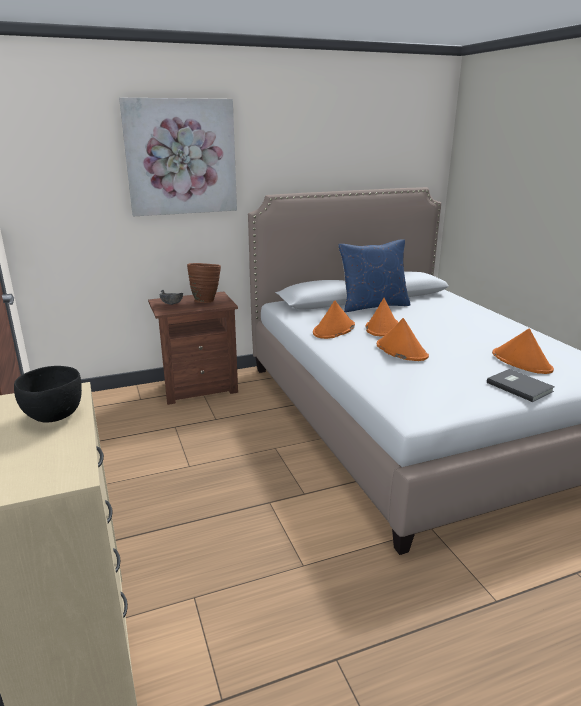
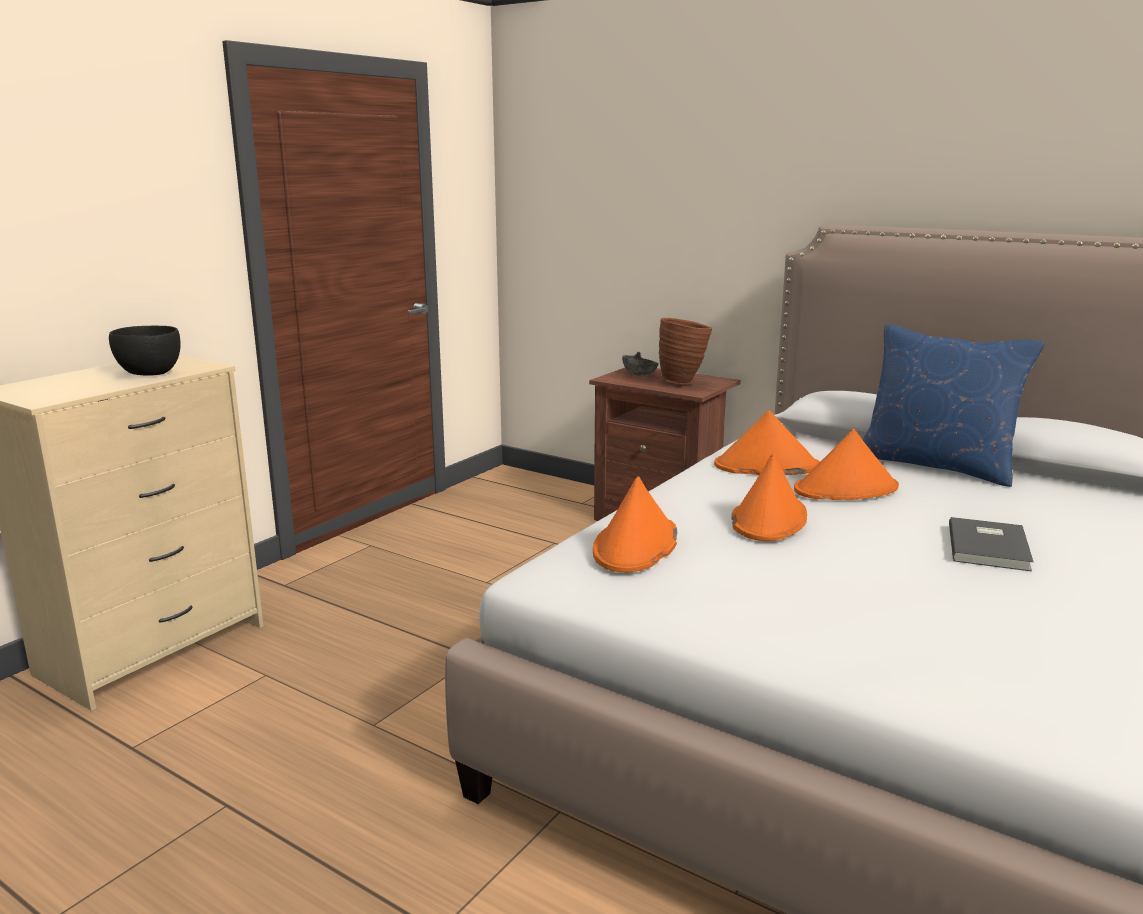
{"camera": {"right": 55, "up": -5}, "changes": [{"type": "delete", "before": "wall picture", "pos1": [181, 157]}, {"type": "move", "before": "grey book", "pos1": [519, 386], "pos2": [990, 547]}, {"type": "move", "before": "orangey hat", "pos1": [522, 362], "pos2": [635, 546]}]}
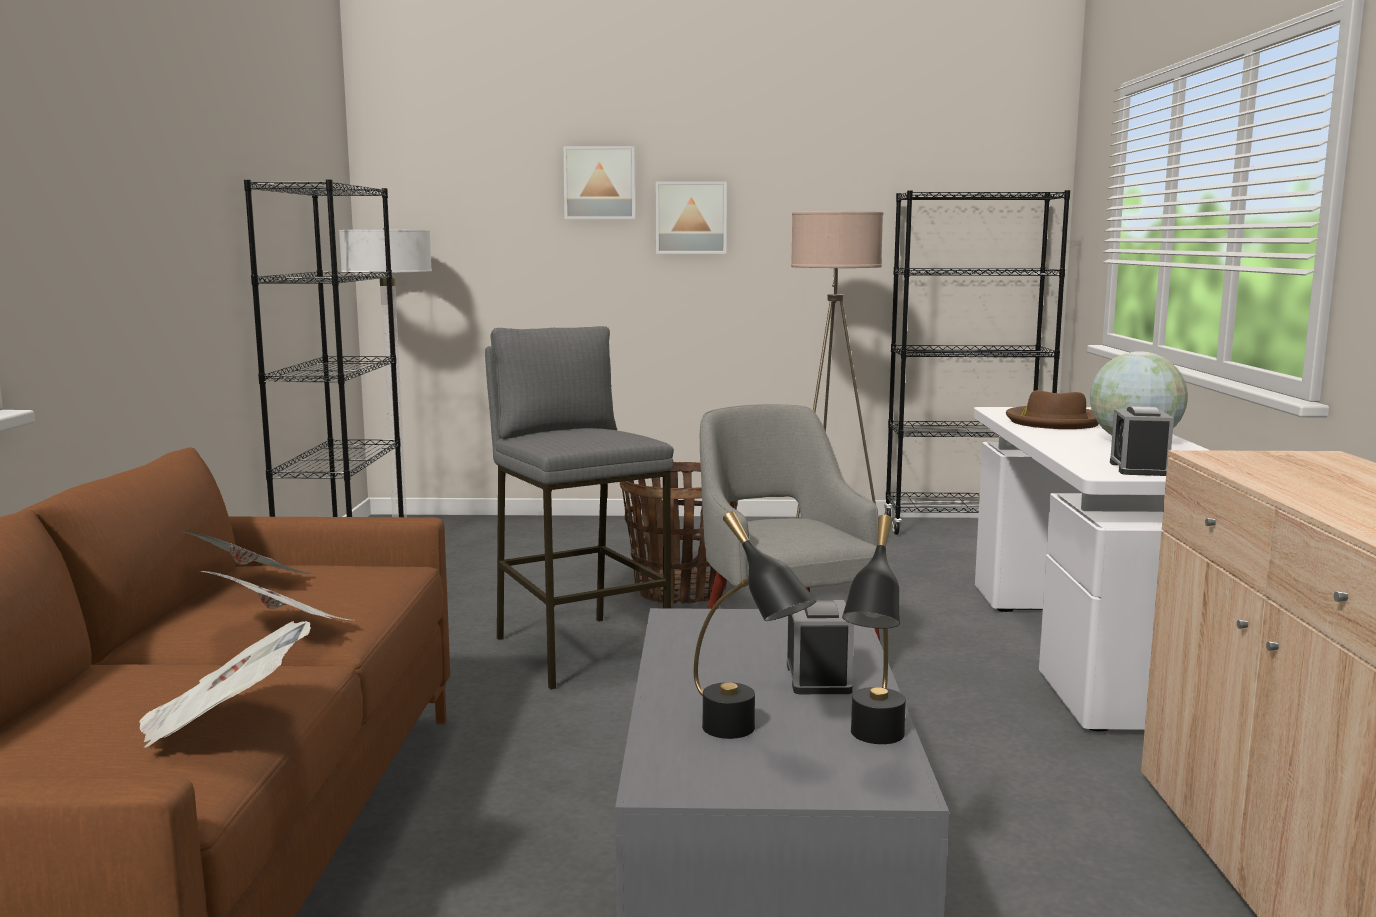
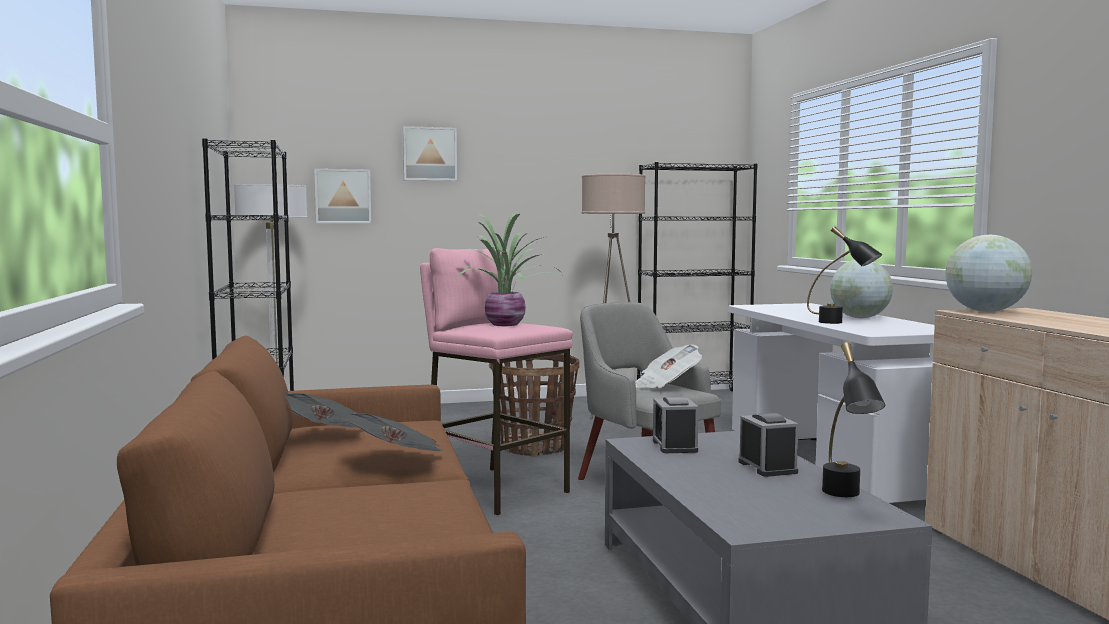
{"camera": {"right": -15, "up": -5}, "changes": [{"type": "delete", "before": "brown hat", "pos1": [1053, 422]}, {"type": "insert", "after": "plant in a pot", "pos2": [506, 324]}, {"type": "insert", "after": "world globe", "pos2": [985, 311]}, {"type": "move", "before": "printed paper", "pos1": [223, 725], "pos2": [666, 385]}, {"type": "move", "before": "wall picture", "pos1": [691, 217], "pos2": [343, 196]}, {"type": "move", "before": "blackish tabletop lamp", "pos1": [745, 736], "pos2": [841, 323]}, {"type": "move", "before": "table clock", "pos1": [1138, 468], "pos2": [674, 446]}, {"type": "recolor", "before": "grey stool seat", "after": "pink stool seat", "pos1": [580, 650], "pos2": [496, 489]}]}
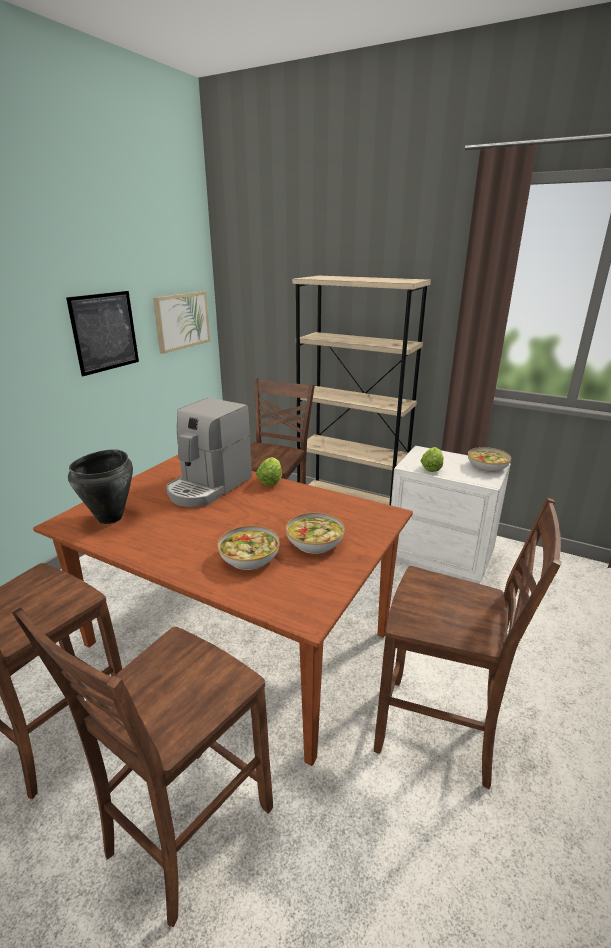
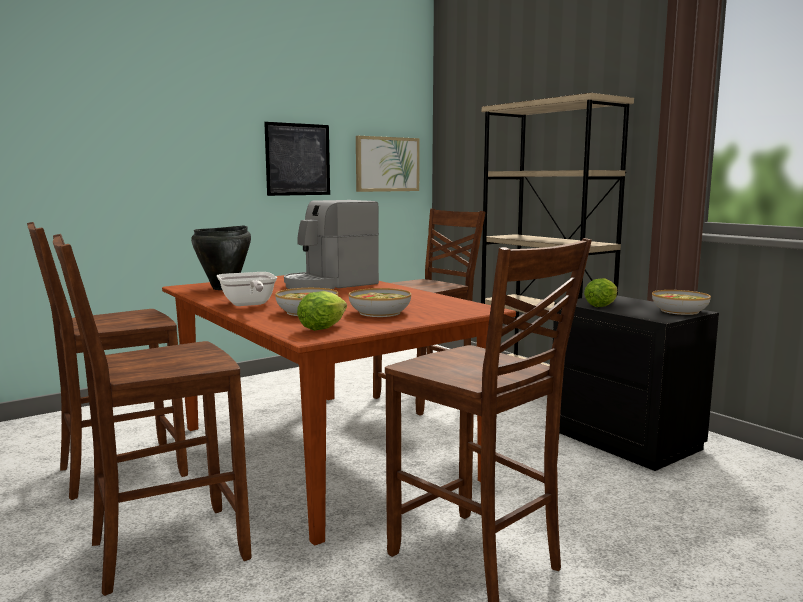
{"camera": {"right": 25, "up": -15}, "changes": [{"type": "insert", "after": "pan", "pos2": [248, 305]}, {"type": "move", "before": "lettuce", "pos1": [271, 480], "pos2": [325, 327]}, {"type": "recolor", "before": "white nightstand", "after": "blackish nightstand", "pos1": [440, 555], "pos2": [626, 440]}]}
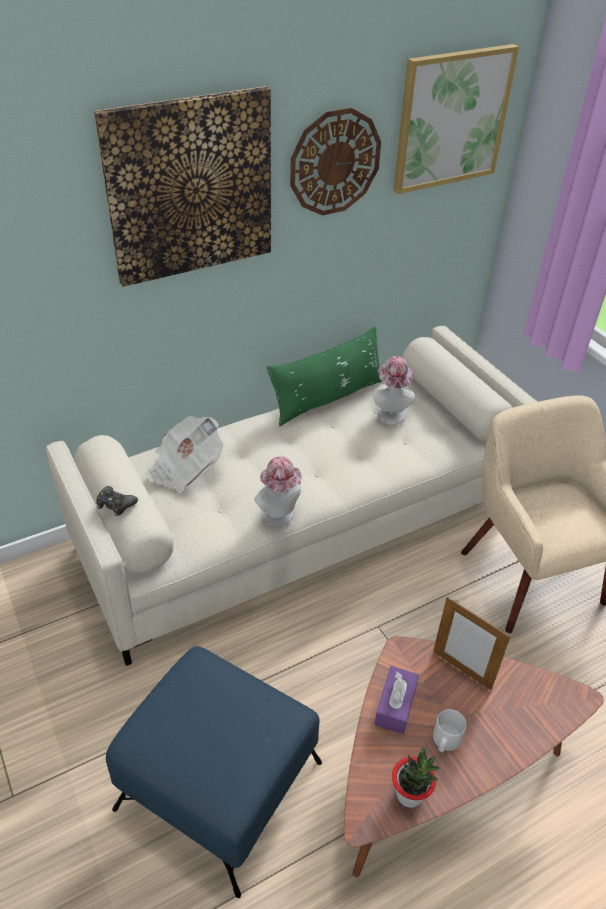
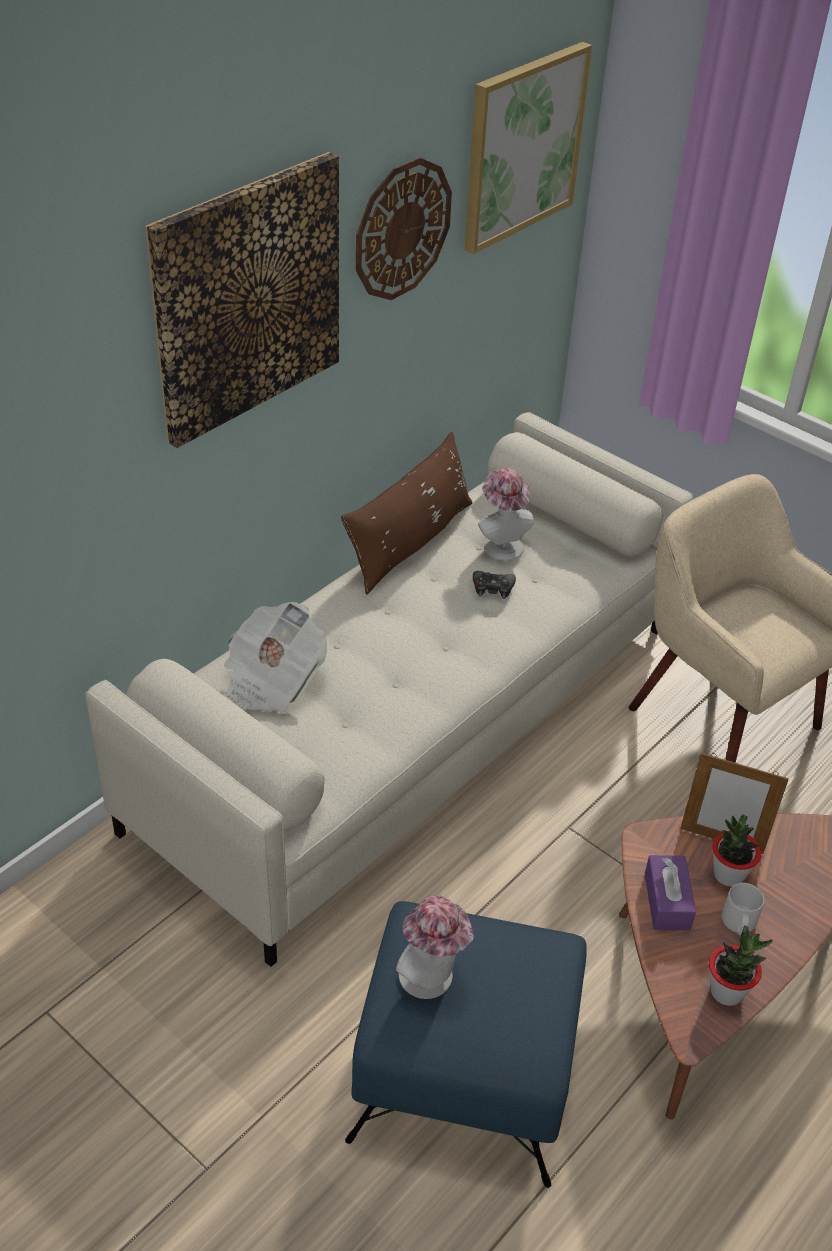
{"camera": {"right": -20, "up": 0}, "changes": [{"type": "insert", "after": "plant in a pot", "pos2": [728, 875]}, {"type": "move", "before": "blackish game controller", "pos1": [115, 504], "pos2": [493, 588]}, {"type": "move", "before": "hat", "pos1": [280, 516], "pos2": [432, 979]}, {"type": "recolor", "before": "green cushion", "after": "brown cushion", "pos1": [328, 398], "pos2": [410, 542]}]}
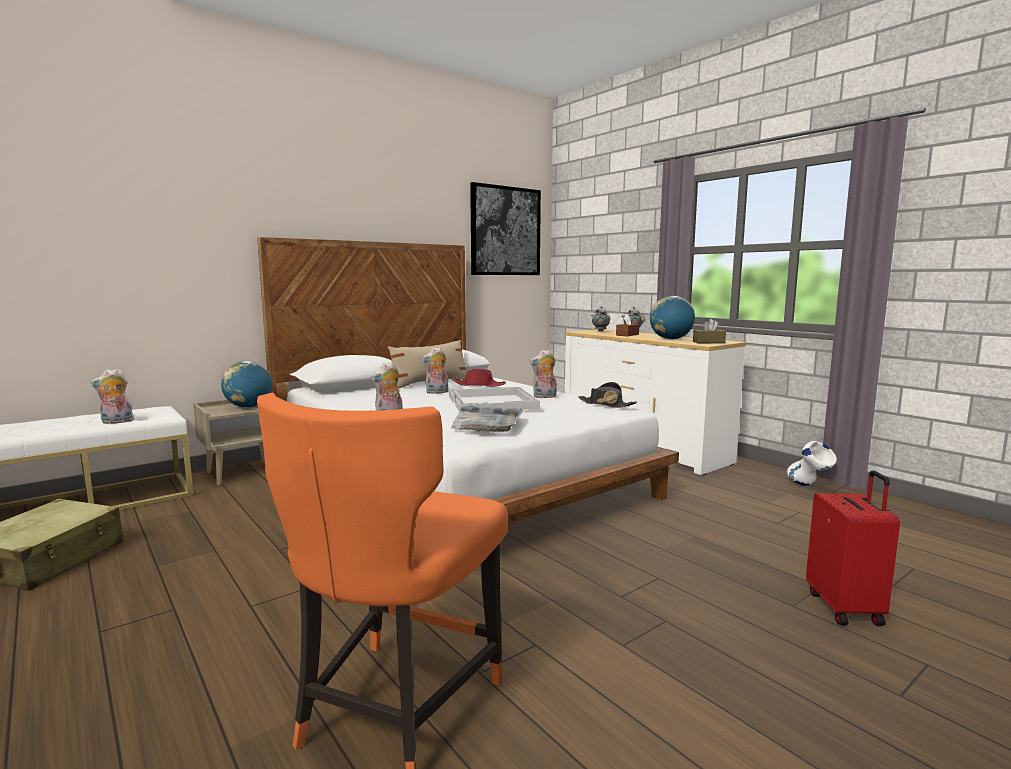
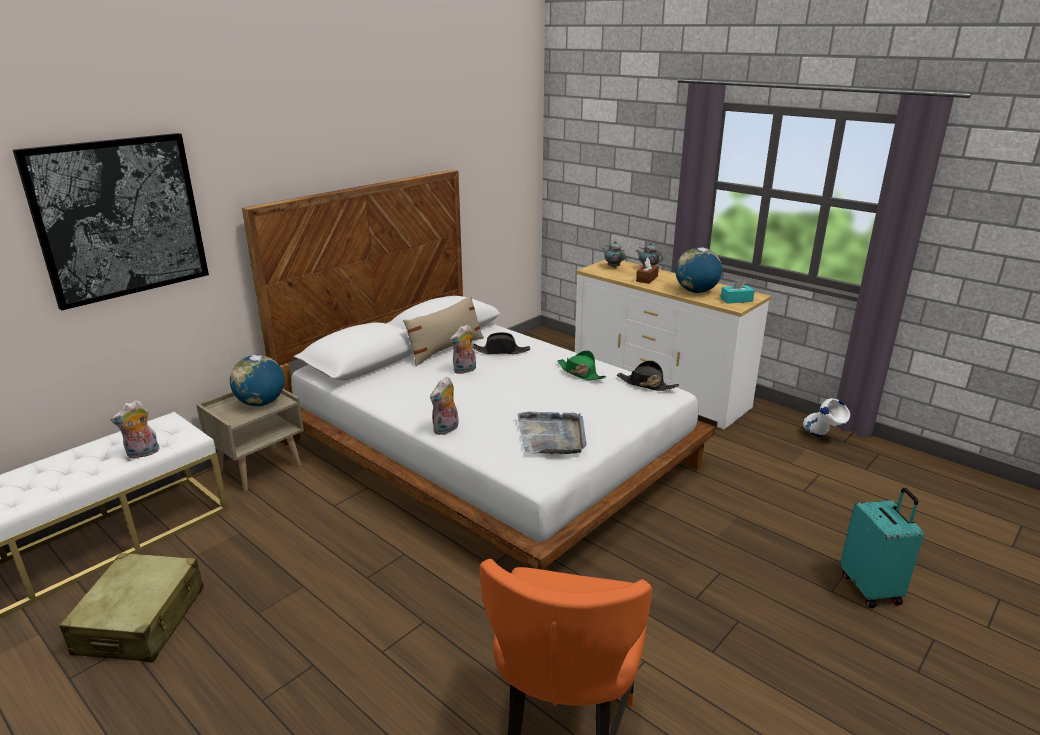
{"camera": {"right": -10, "up": 15}, "changes": [{"type": "delete", "before": "white carrying tray", "pos1": [493, 402]}, {"type": "move", "before": "wall picture", "pos1": [505, 231], "pos2": [120, 218]}, {"type": "replace", "before": "cuddly toy", "after": "green hat", "pos1": [544, 397], "pos2": [580, 373]}, {"type": "recolor", "before": "red hat", "after": "blackish hat", "pos1": [479, 385], "pos2": [501, 351]}, {"type": "recolor", "before": "brown box of tissues", "after": "turquoise-coloured box of tissues", "pos1": [708, 342], "pos2": [736, 300]}, {"type": "recolor", "before": "red travel case", "after": "turquoise-coloured travel case", "pos1": [846, 608], "pos2": [871, 588]}]}
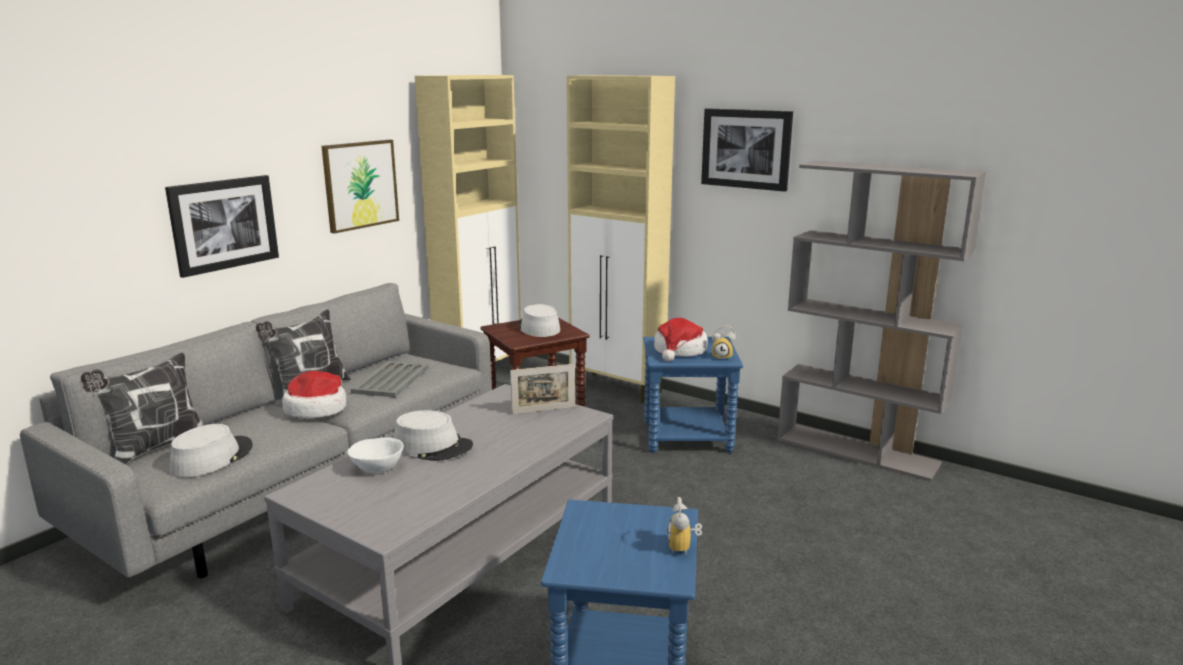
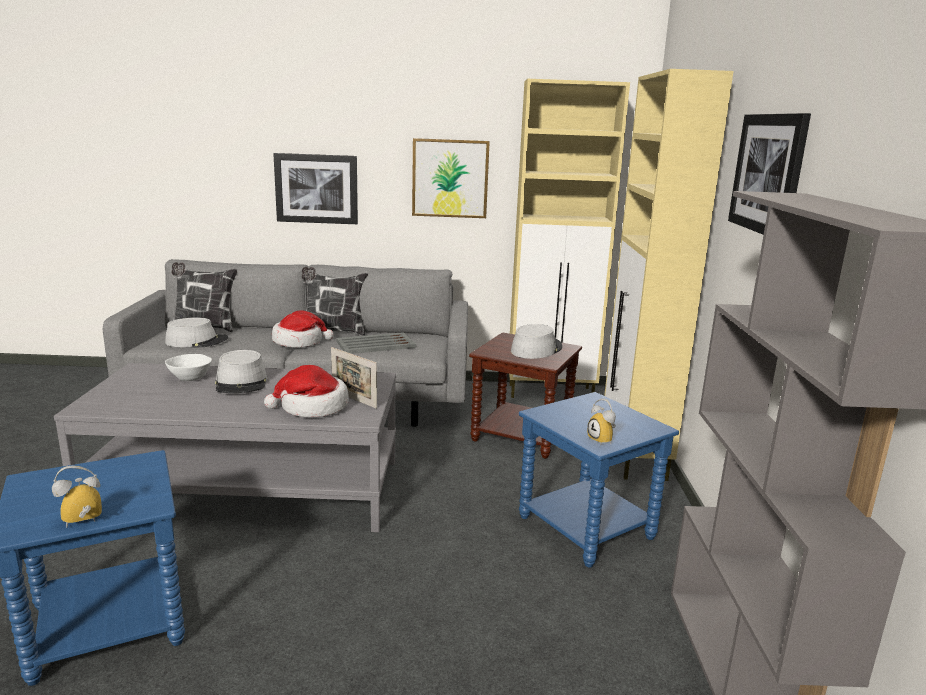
{"camera": {"right": 55, "up": 0}, "changes": [{"type": "move", "before": "hat", "pos1": [679, 351], "pos2": [312, 407]}]}
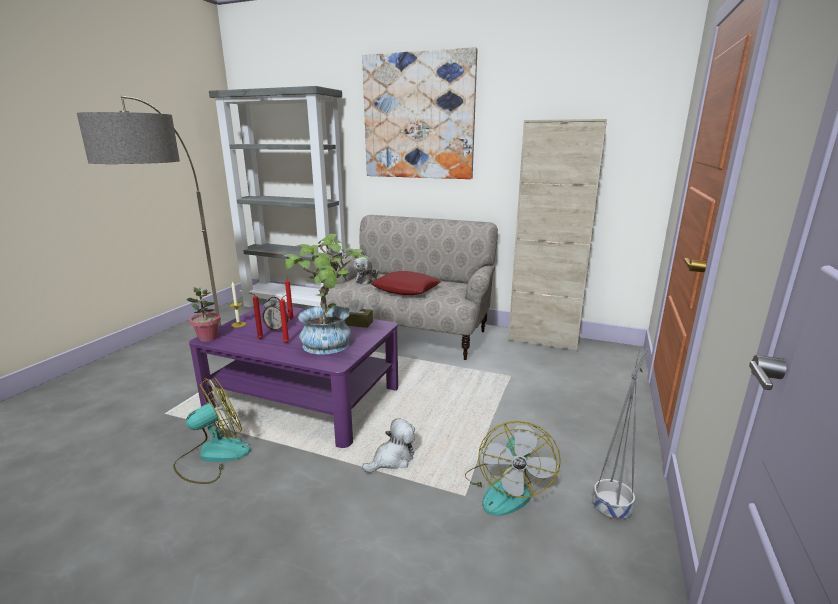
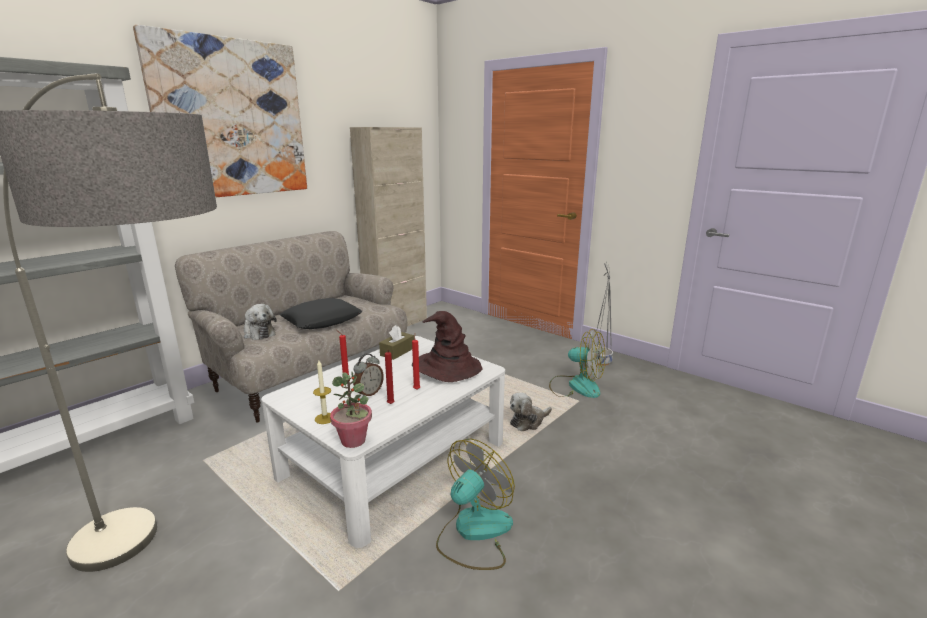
{"camera": {"right": -70, "up": 0}, "changes": [{"type": "replace", "before": "plant in a pot", "after": "brown hat", "pos1": [331, 346], "pos2": [446, 368]}, {"type": "recolor", "before": "purple-coloured coffee table", "after": "white coffee table", "pos1": [304, 398], "pos2": [394, 458]}, {"type": "recolor", "before": "red cushion", "after": "blackish cushion", "pos1": [406, 289], "pos2": [322, 320]}, {"type": "rotate", "before": "cooling fan", "pos1": [212, 456], "pos2": [474, 532], "turn": 60}, {"type": "rotate", "before": "cuddly toy", "pos1": [392, 459], "pos2": [528, 421], "turn": -105}]}
